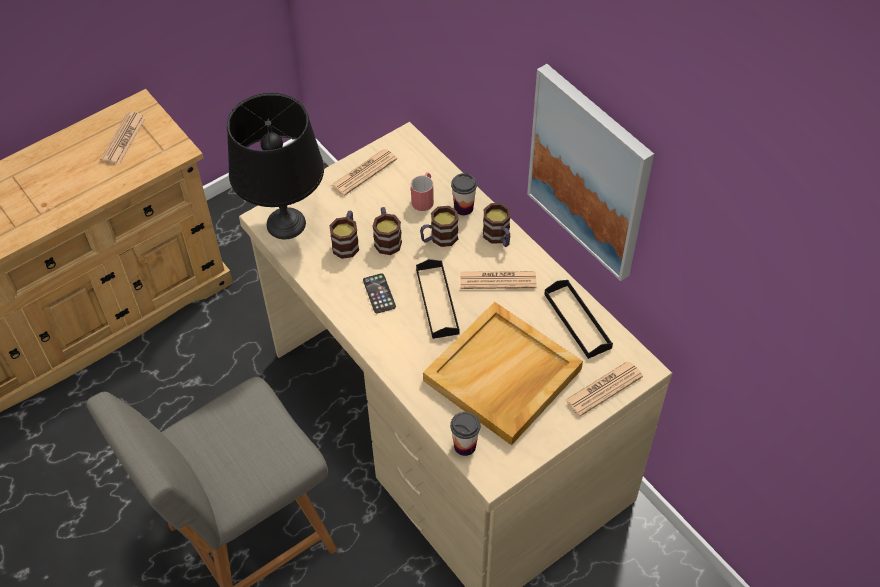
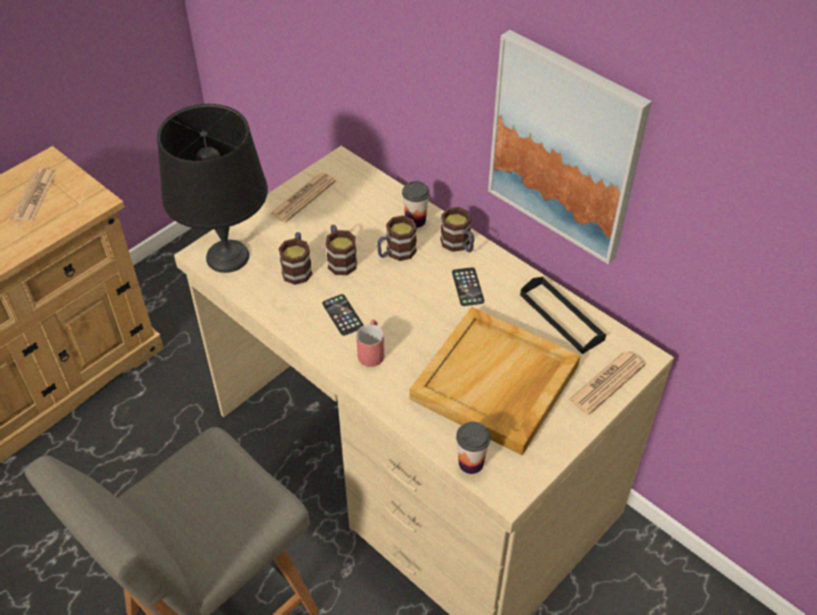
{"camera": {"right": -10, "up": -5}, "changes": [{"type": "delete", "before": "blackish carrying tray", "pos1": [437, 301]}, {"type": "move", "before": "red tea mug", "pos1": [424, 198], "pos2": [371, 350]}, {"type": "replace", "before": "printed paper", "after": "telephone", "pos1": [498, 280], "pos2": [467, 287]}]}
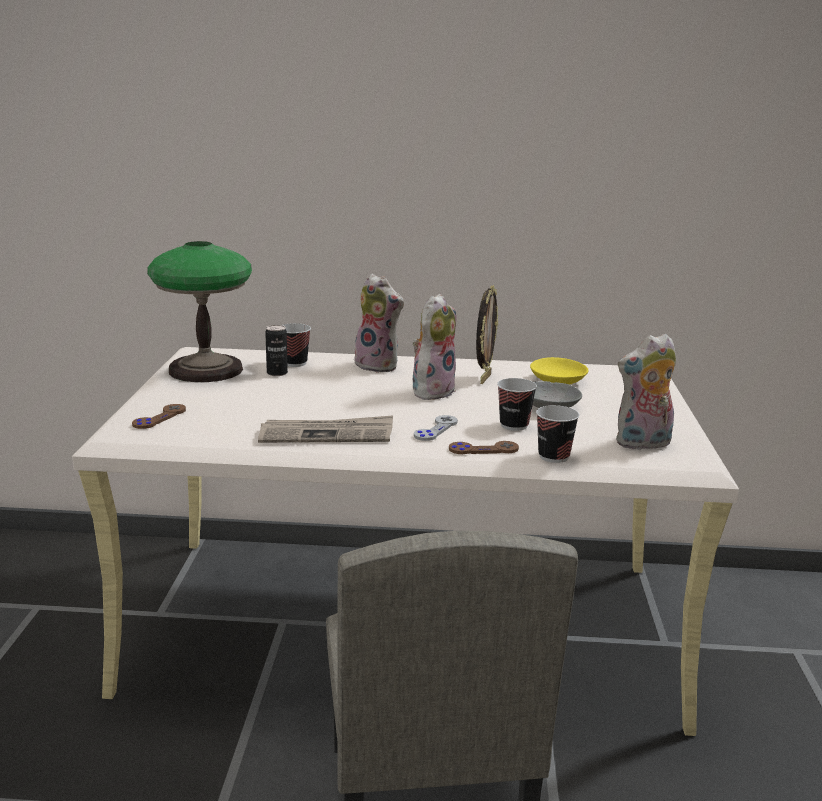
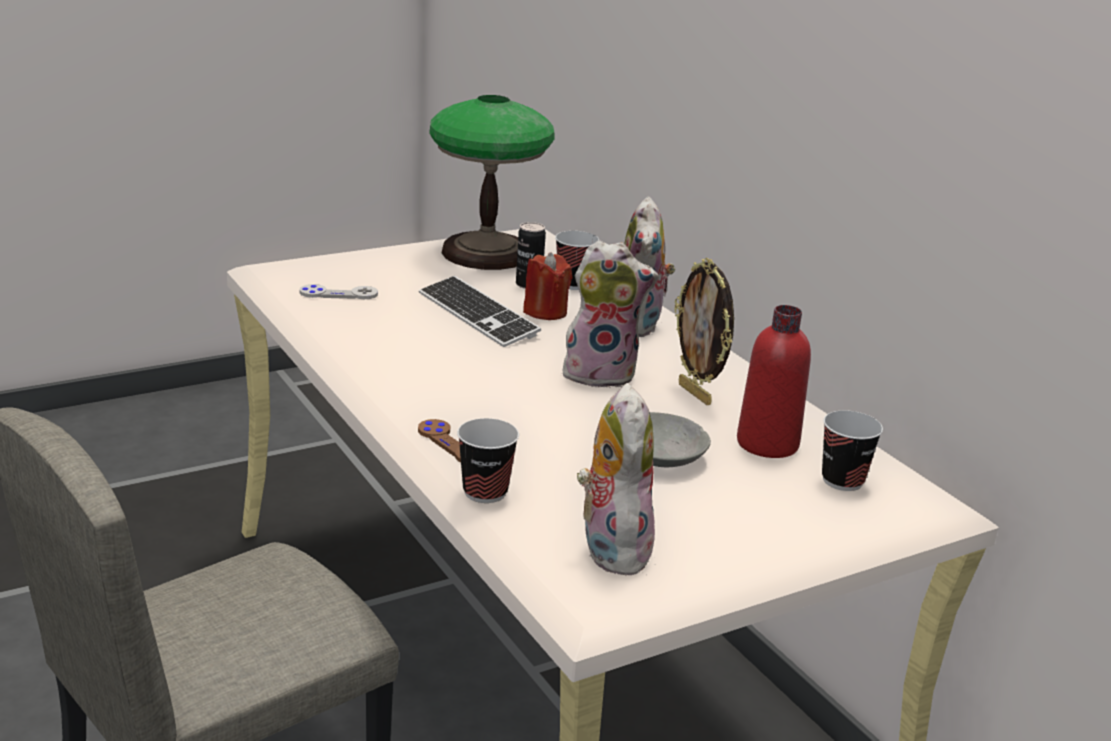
{"camera": {"right": 55, "up": 5}, "changes": [{"type": "delete", "before": "brown game controller", "pos1": [159, 418]}, {"type": "delete", "before": "printed paper", "pos1": [327, 434]}, {"type": "insert", "after": "PC keyboard", "pos2": [477, 315]}, {"type": "insert", "after": "red wax light", "pos2": [545, 312]}, {"type": "move", "before": "grey game controller", "pos1": [435, 429], "pos2": [338, 294]}, {"type": "move", "before": "cup", "pos1": [514, 425], "pos2": [842, 480]}, {"type": "replace", "before": "yellow bowl", "after": "red bottle", "pos1": [558, 381], "pos2": [767, 444]}, {"type": "rotate", "before": "standing frame", "pos1": [484, 378], "pos2": [696, 394], "turn": 75}, {"type": "rotate", "before": "cuddly toy", "pos1": [643, 444], "pos2": [610, 548], "turn": 45}]}
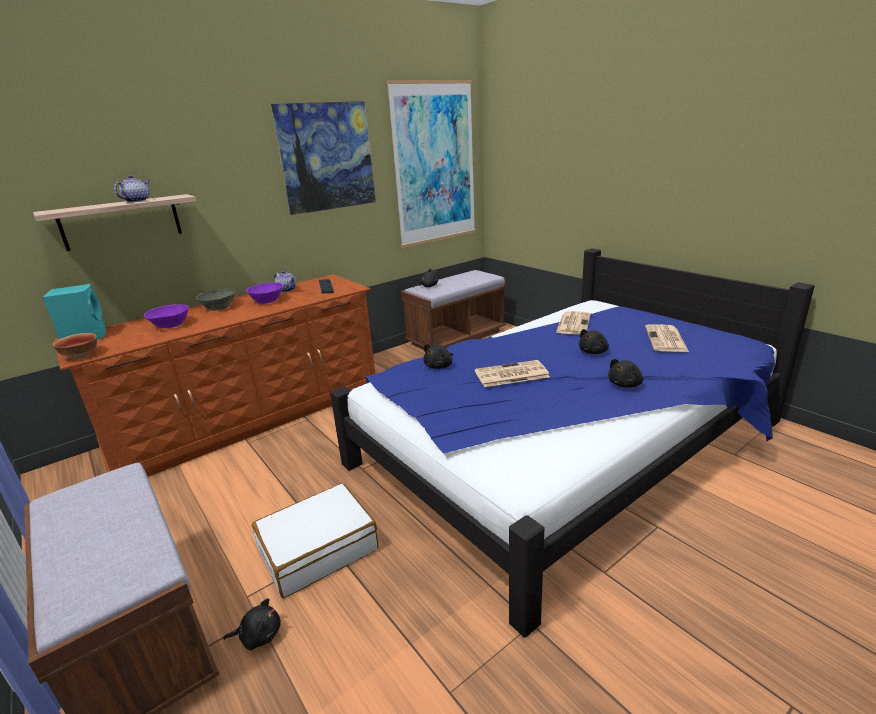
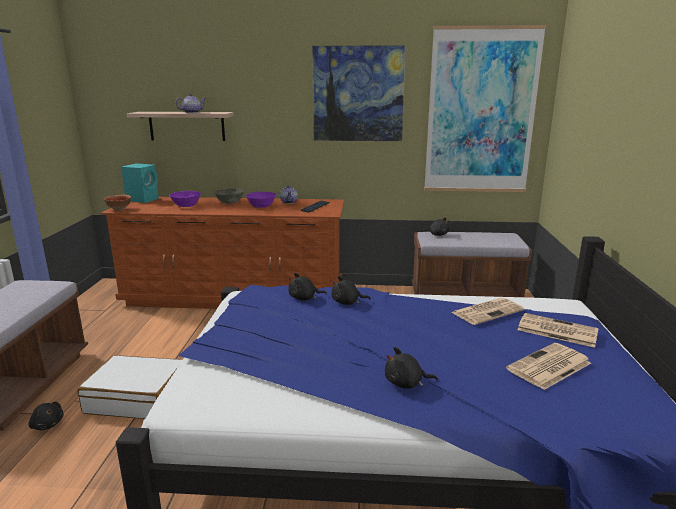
{"camera": {"right": 40, "up": -5}, "changes": [{"type": "move", "before": "printed paper", "pos1": [510, 374], "pos2": [556, 330]}, {"type": "move", "before": "blackish cuddly toy", "pos1": [594, 352], "pos2": [347, 302]}]}
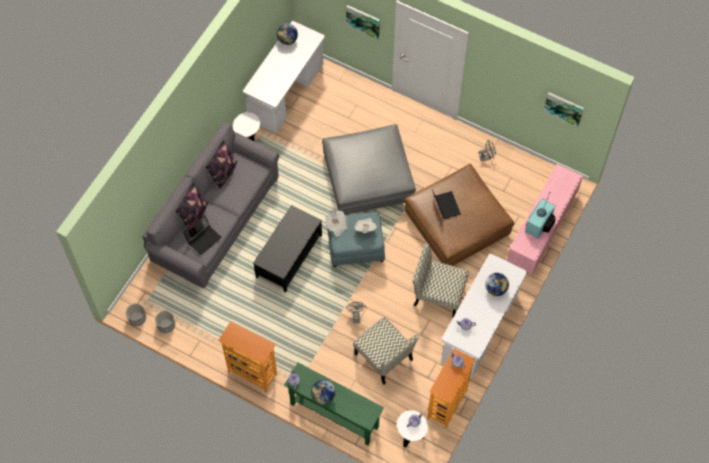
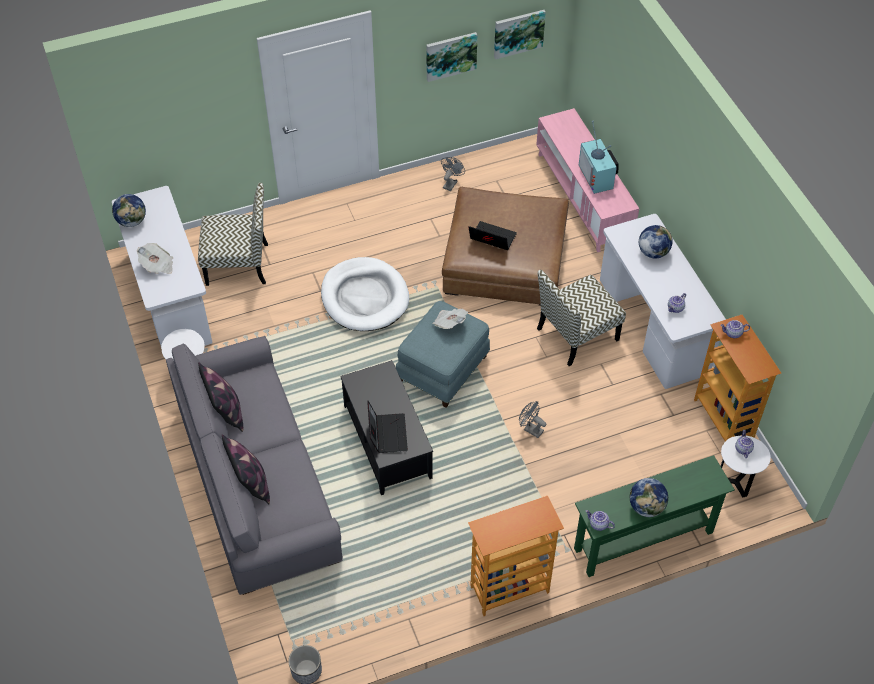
{"camera": {"right": -50, "up": -10}, "changes": [{"type": "delete", "before": "planter", "pos1": [166, 325]}, {"type": "move", "before": "notebook computer", "pos1": [203, 238], "pos2": [387, 433]}, {"type": "move", "before": "printed paper", "pos1": [336, 226], "pos2": [157, 265]}, {"type": "move", "before": "wall picture", "pos1": [363, 21], "pos2": [451, 55]}, {"type": "move", "before": "upright chair", "pos1": [384, 357], "pos2": [239, 264]}, {"type": "replace", "before": "grey pouffe", "after": "white dog bed", "pos1": [368, 177], "pos2": [364, 297]}]}
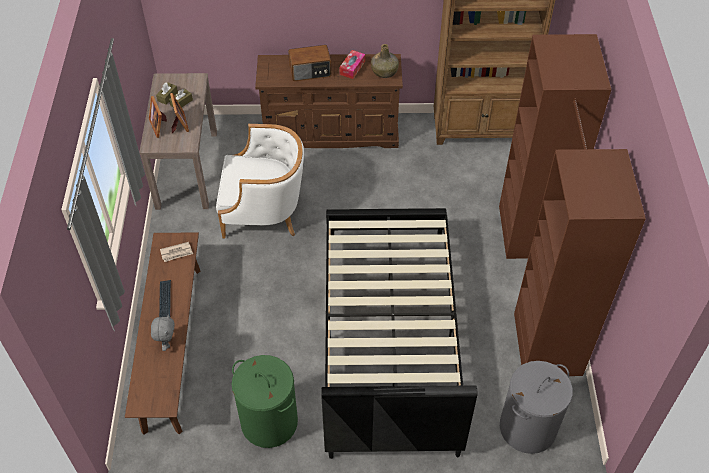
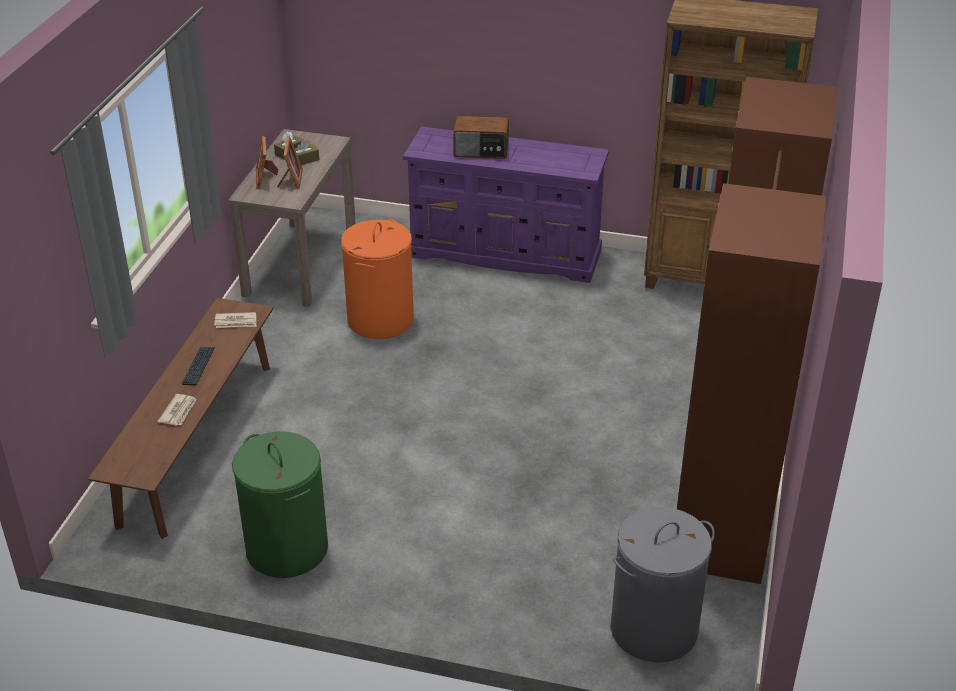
{"camera": {"right": 15, "up": -15}, "changes": [{"type": "delete", "before": "blackish bed", "pos1": [389, 338]}, {"type": "delete", "before": "box of tissues", "pos1": [352, 68]}, {"type": "delete", "before": "green bottle", "pos1": [384, 71]}, {"type": "replace", "before": "grey cuddly toy", "after": "printed paper", "pos1": [167, 343], "pos2": [178, 411]}, {"type": "replace", "before": "white easy chair", "after": "orangey washing basket", "pos1": [264, 210], "pos2": [380, 320]}, {"type": "recolor", "before": "brown drawer chest", "after": "purple-coloured drawer chest", "pos1": [331, 132], "pos2": [506, 253]}]}
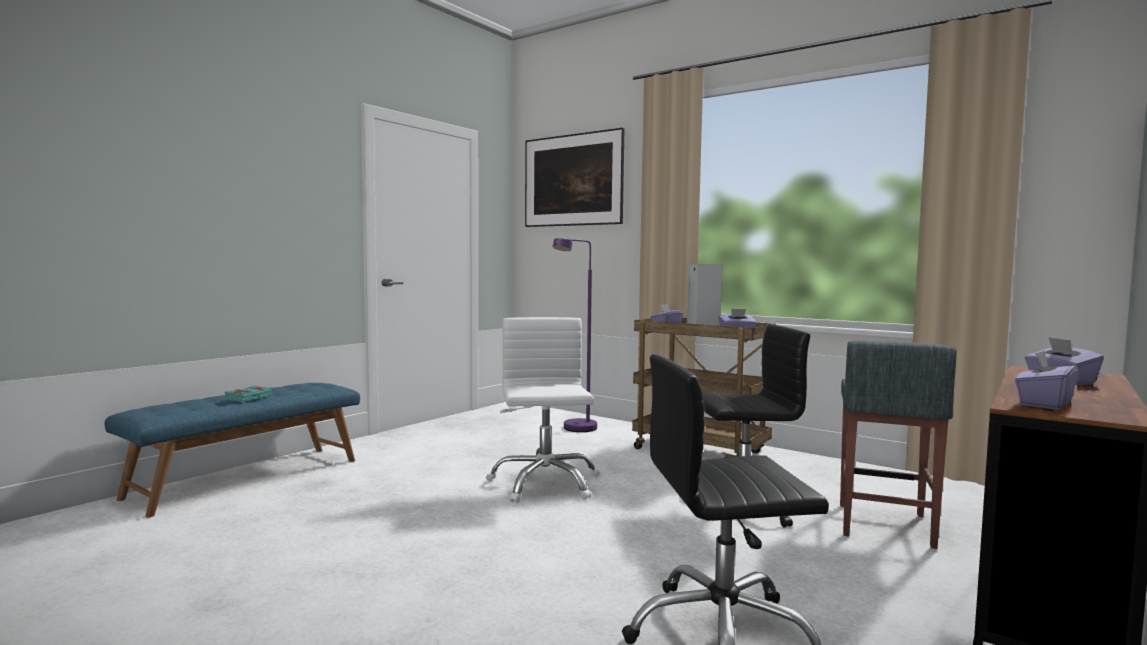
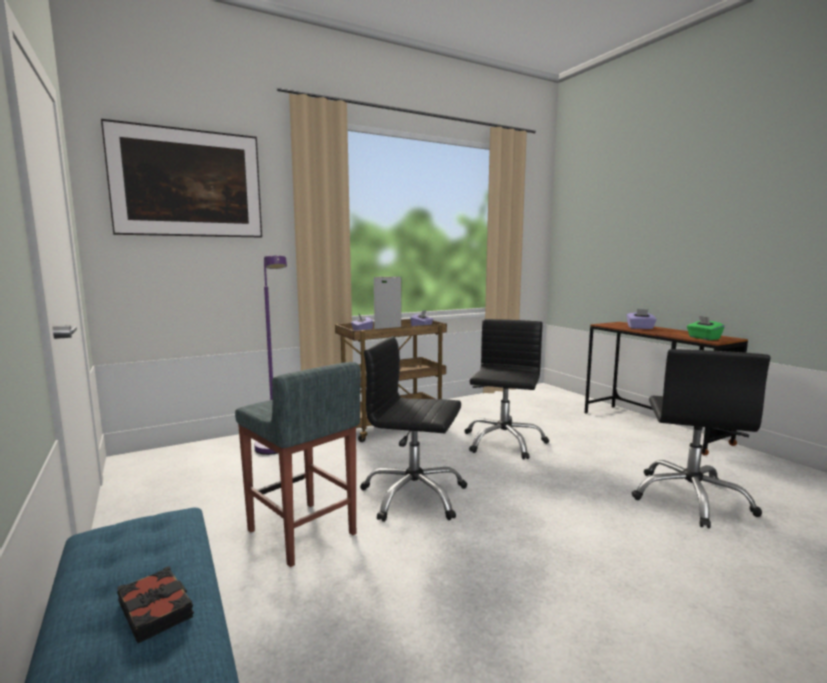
{"camera": {"right": -65, "up": 5}, "changes": [{"type": "move", "before": "grey stool seat", "pos1": [884, 525], "pos2": [302, 533]}, {"type": "recolor", "before": "turquoise-coloured book", "after": "blackish book", "pos1": [249, 398], "pos2": [156, 609]}, {"type": "recolor", "before": "white computer chair", "after": "blackish computer chair", "pos1": [544, 483], "pos2": [413, 496]}, {"type": "recolor", "before": "purple-coloured box of tissues", "after": "green box of tissues", "pos1": [1044, 404], "pos2": [703, 338]}]}
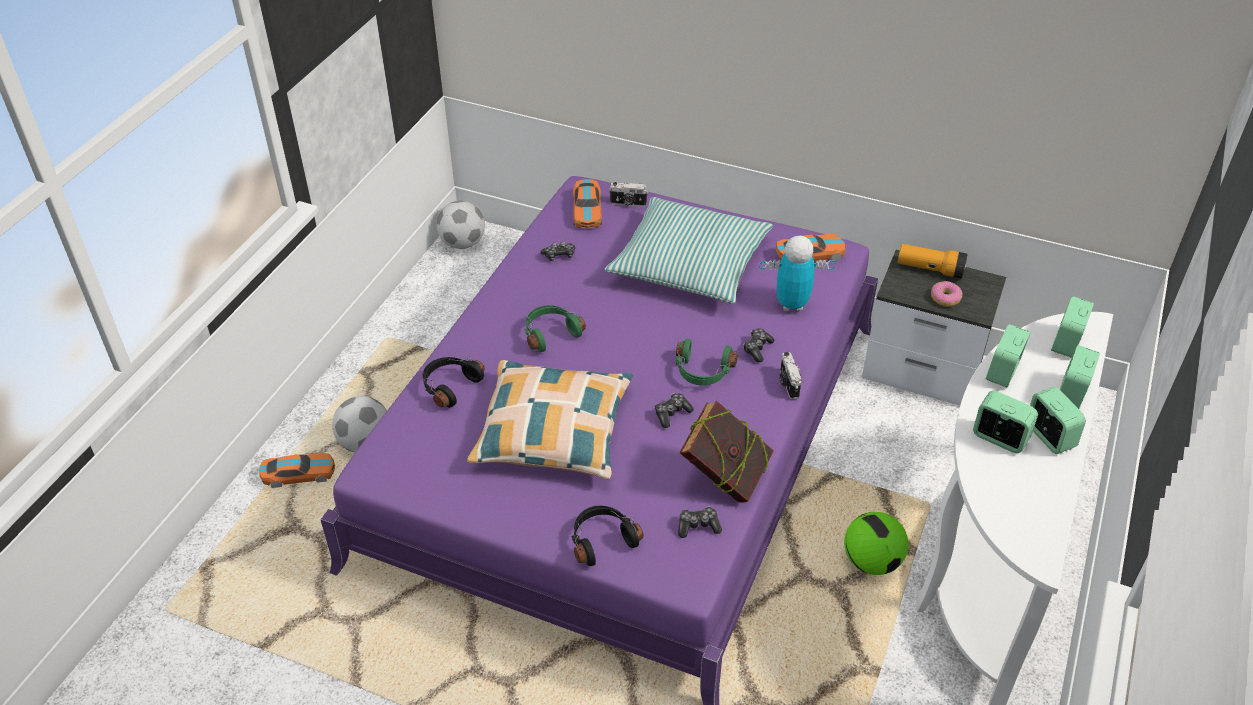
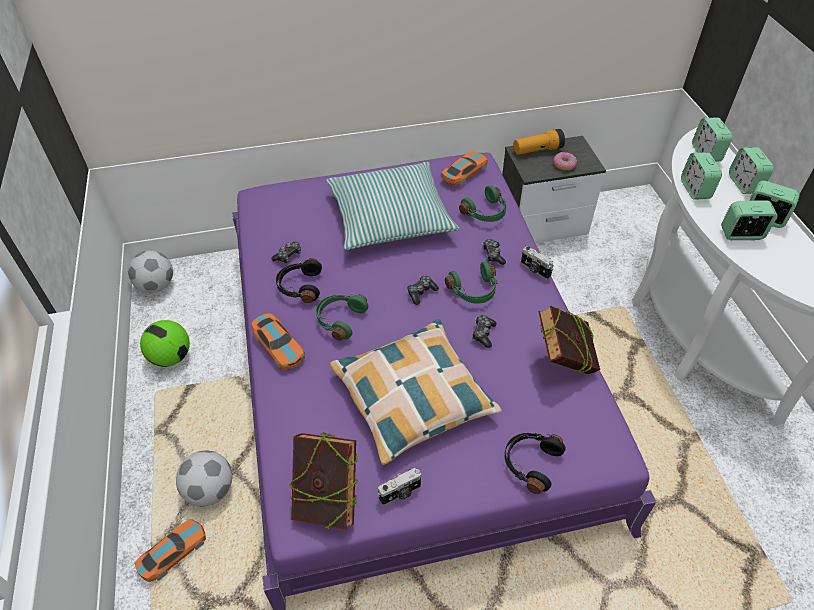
{"camera": {"right": -35, "up": 5}, "changes": [{"type": "insert", "after": "book", "pos2": [327, 498]}, {"type": "move", "before": "blackish pair of headphones", "pos1": [450, 386], "pos2": [299, 287]}, {"type": "move", "before": "toy car", "pos1": [587, 210], "pos2": [278, 346]}, {"type": "move", "before": "still camera", "pos1": [628, 203], "pos2": [400, 493]}, {"type": "move", "before": "game controller", "pos1": [698, 526], "pos2": [421, 292]}, {"type": "move", "before": "football", "pos1": [871, 561], "pos2": [171, 357]}, {"type": "replace", "before": "model robot", "after": "green pair of headphones", "pos1": [791, 304], "pos2": [486, 213]}]}
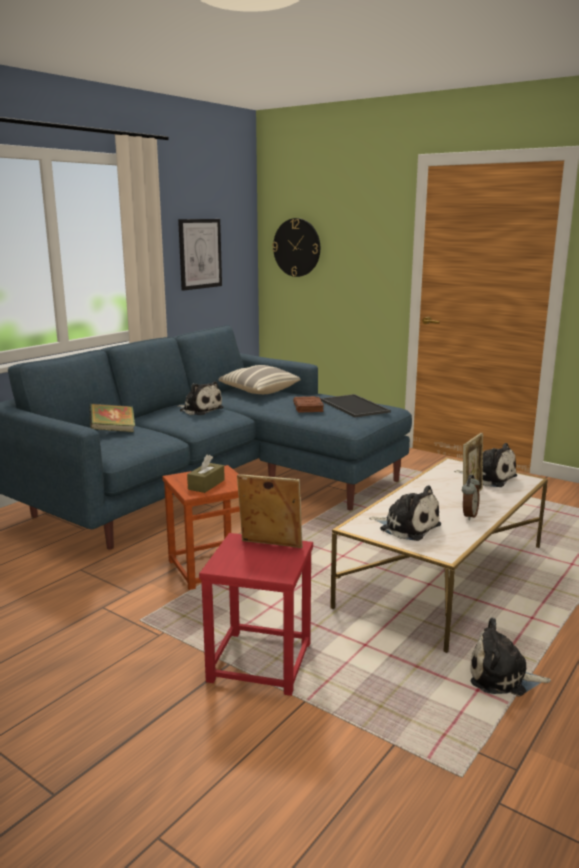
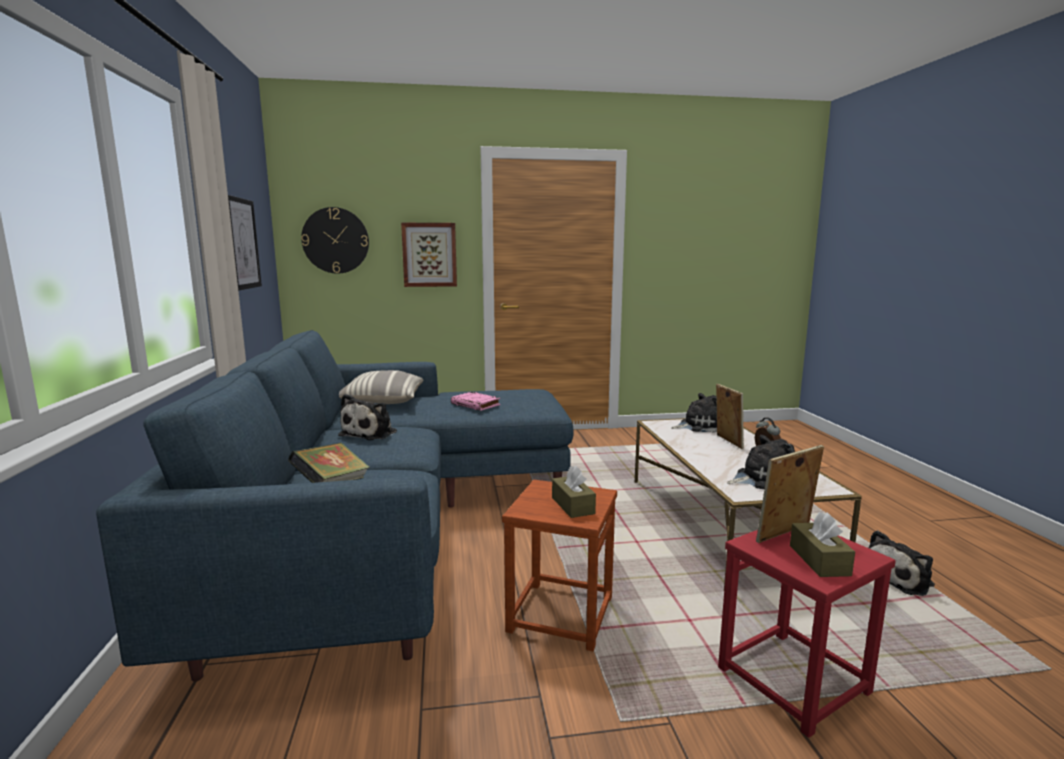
{"camera": {"right": -45, "up": -5}, "changes": [{"type": "delete", "before": "carrying tray", "pos1": [353, 406]}, {"type": "insert", "after": "wall picture", "pos2": [429, 255]}, {"type": "insert", "after": "brown box of tissues", "pos2": [819, 560]}, {"type": "recolor", "before": "brown book", "after": "pink book", "pos1": [308, 407], "pos2": [476, 404]}, {"type": "rotate", "before": "cuddly toy", "pos1": [200, 410], "pos2": [371, 433], "turn": 120}]}
